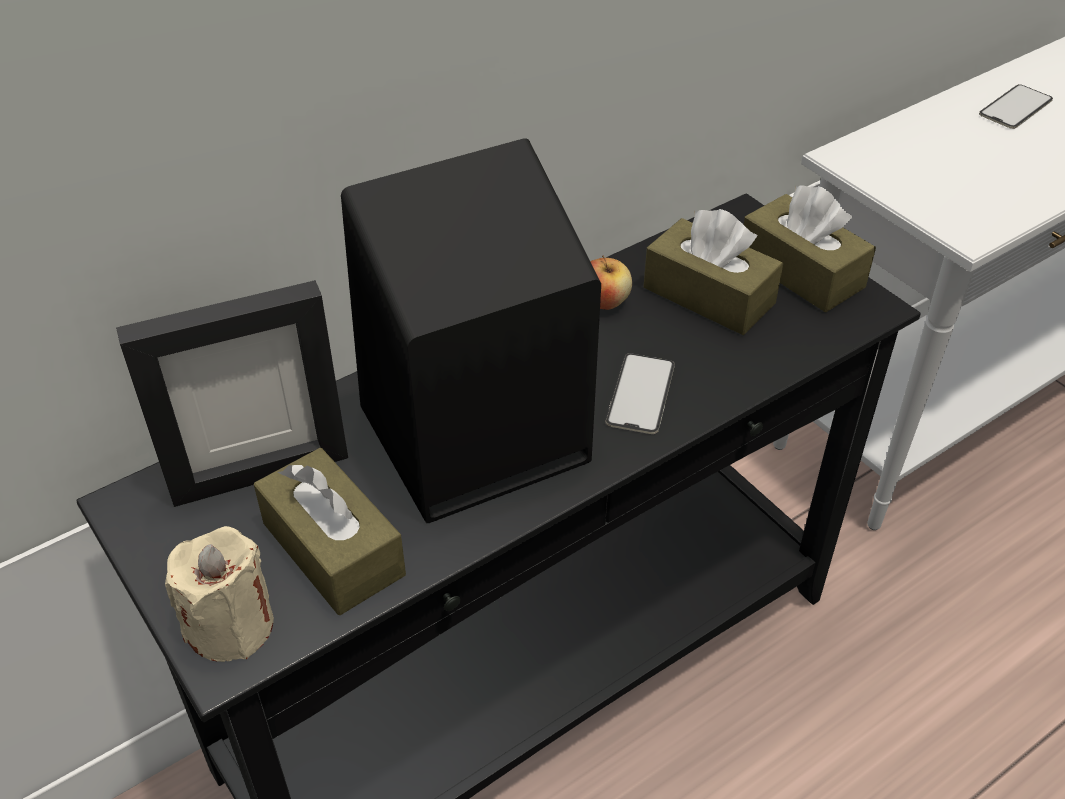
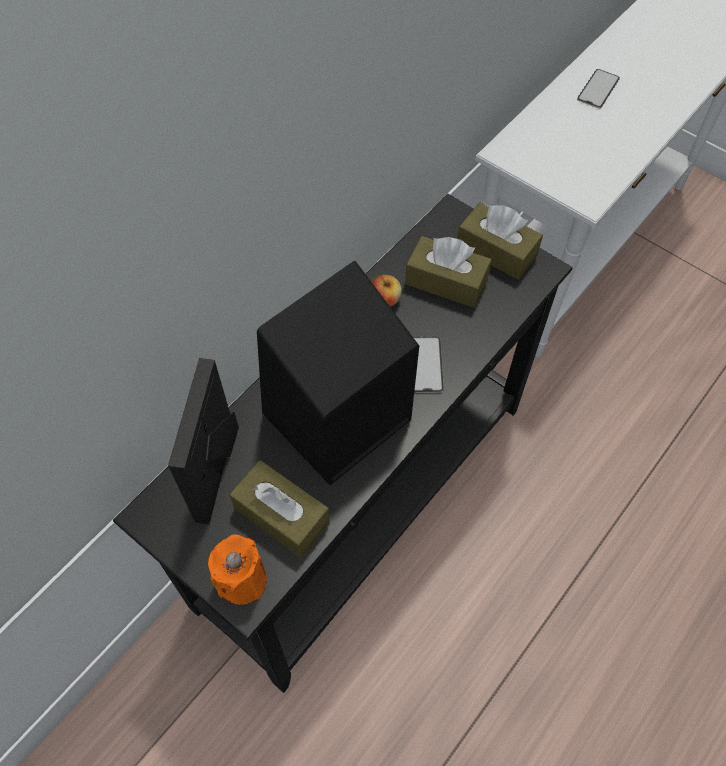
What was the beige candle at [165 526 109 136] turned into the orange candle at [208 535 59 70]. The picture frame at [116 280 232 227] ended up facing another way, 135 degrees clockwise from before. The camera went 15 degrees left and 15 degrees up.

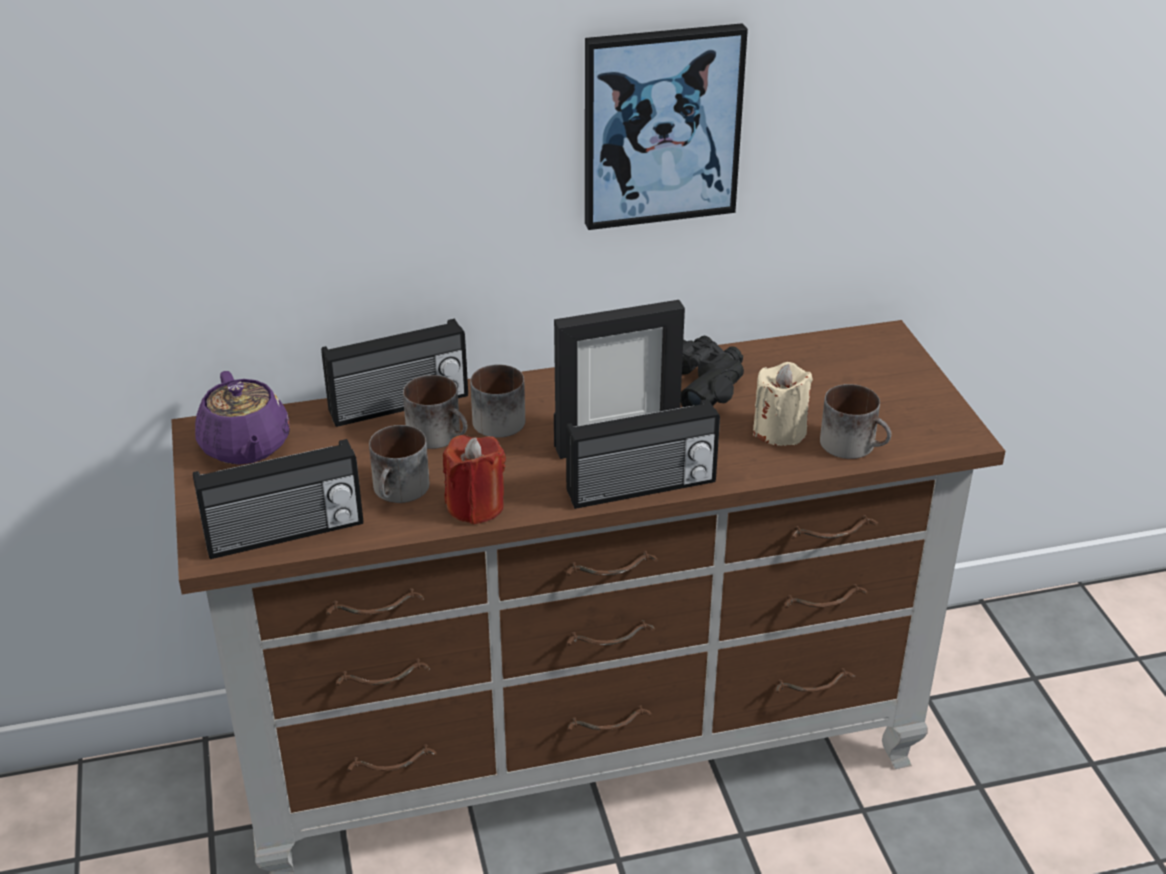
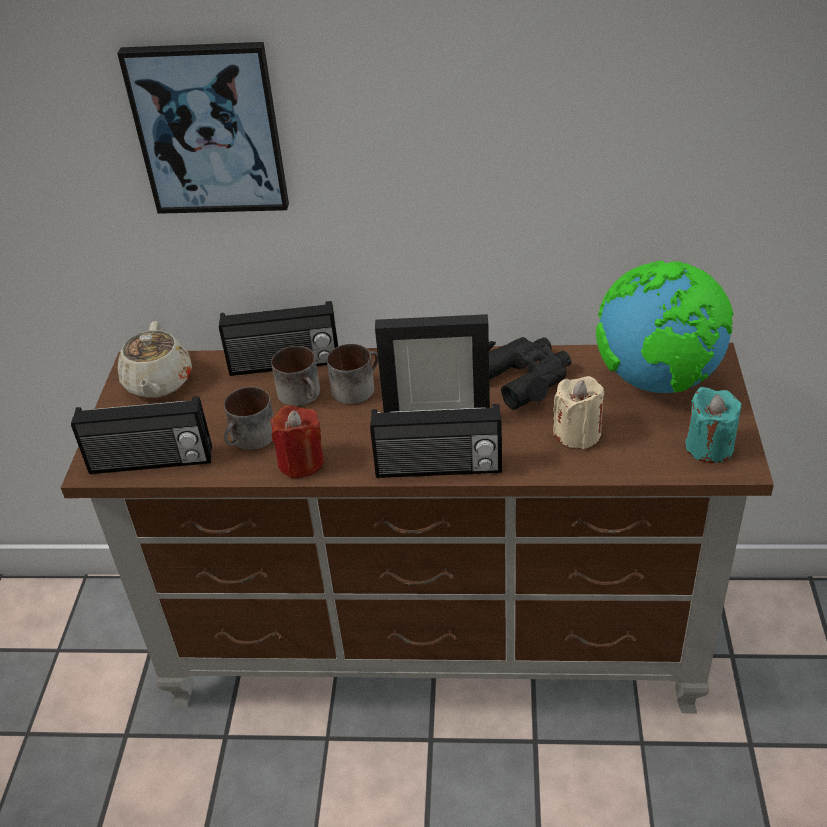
The second view lost the mug at [820 384 71 75]. The second view gained the globe at [596 261 137 132]. The second view gained the turquoise candle at [685 387 56 76]. The picture ended up elsewhere, having gone from [585 23 163 207] to [117 42 172 172]. What was the purple teapot at [195 371 95 94] turned into the beige teapot at [118 321 74 77]. The camera went 20 degrees right and 5 degrees up.

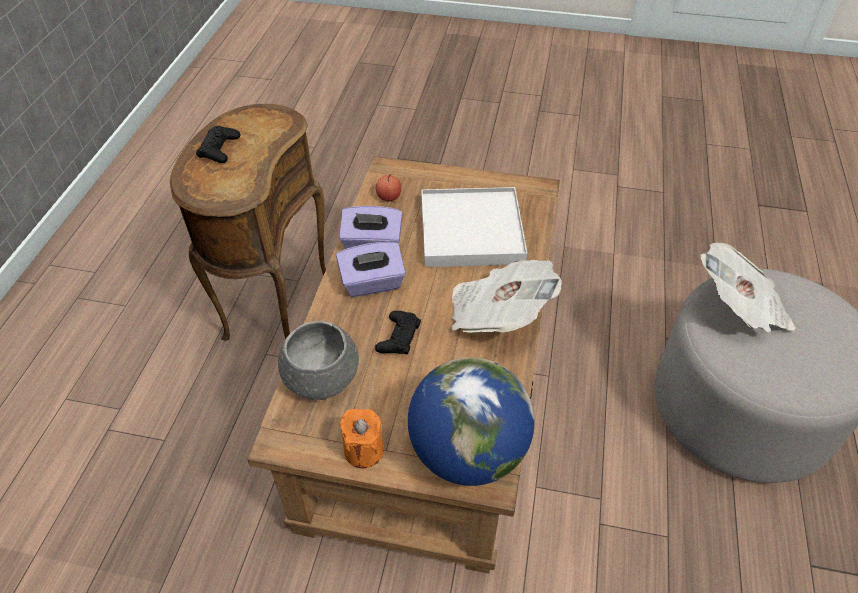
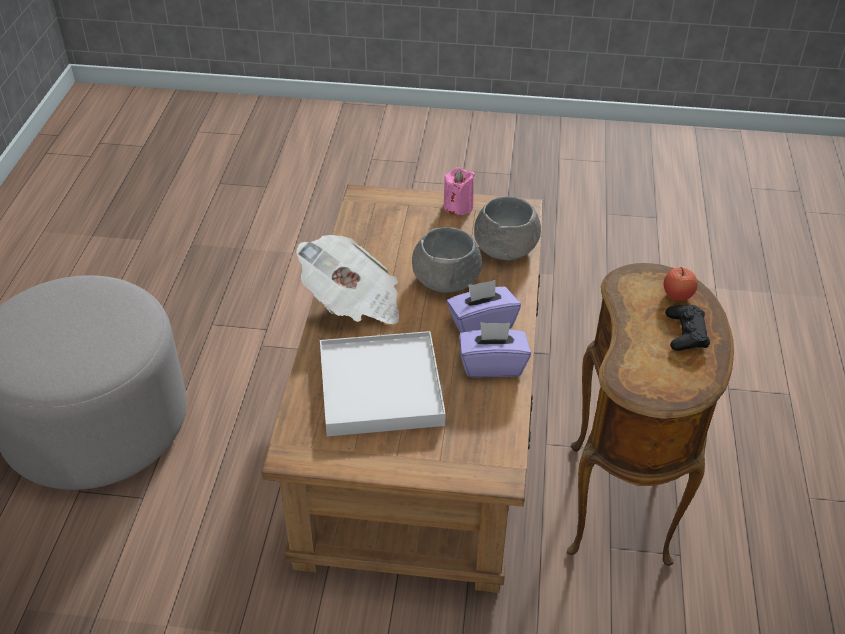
The second view lost the globe at [408 357 126 129]. The second view lost the newspaper at [700 243 96 89]. The apple ended up elsewhere, having gone from [376 174 25 27] to [664 267 34 34]. Where the black game controller stood at [375 311 46 44], the grey bowl came to stand at [412 227 70 66]. What was the orange candle at [339 409 45 59] turned into the pink candle at [444 167 31 48]. The camera went 175 degrees right and 5 degrees down.

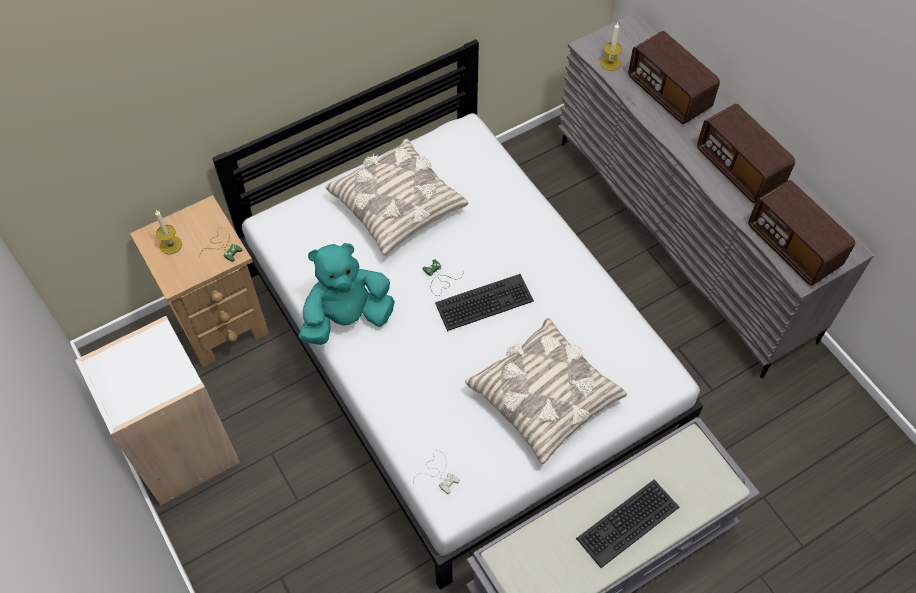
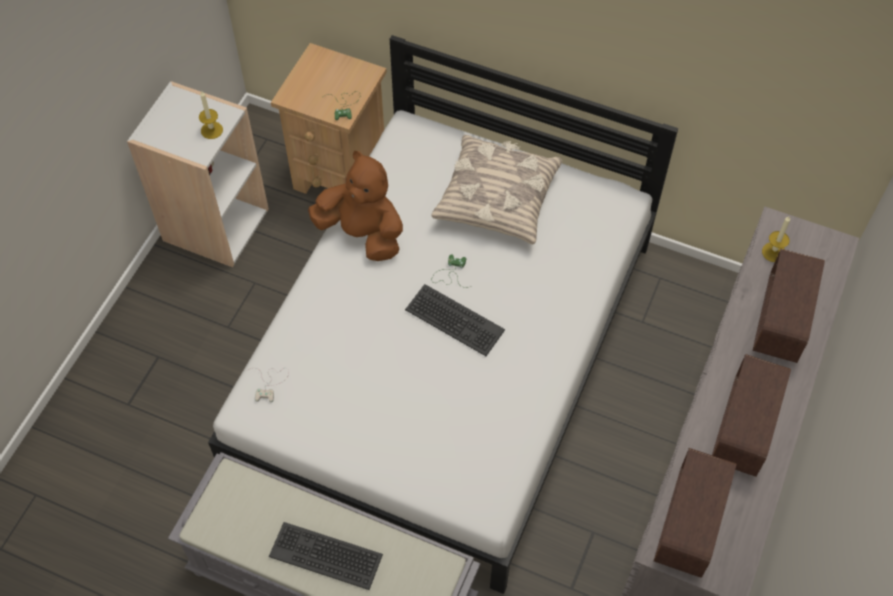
The second view lost the beige pillow at [465 318 162 146]. The candle ended up elsewhere, having gone from [155 210 27 44] to [199 91 24 48]. What was the turquoise plush toy at [299 243 96 102] turned into the brown plush toy at [308 151 95 110]. The camera went 55 degrees right and 0 degrees up.

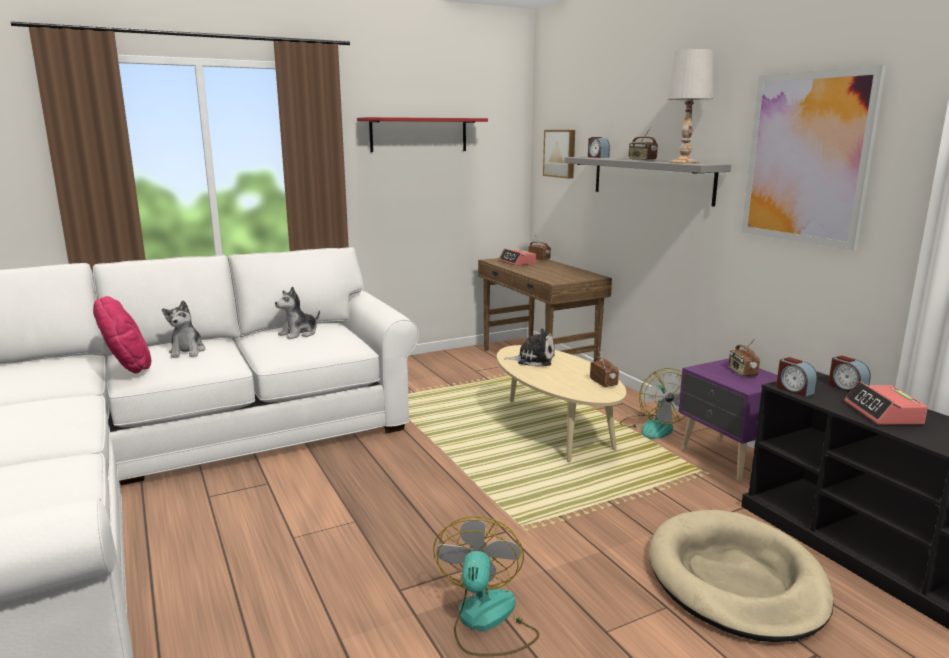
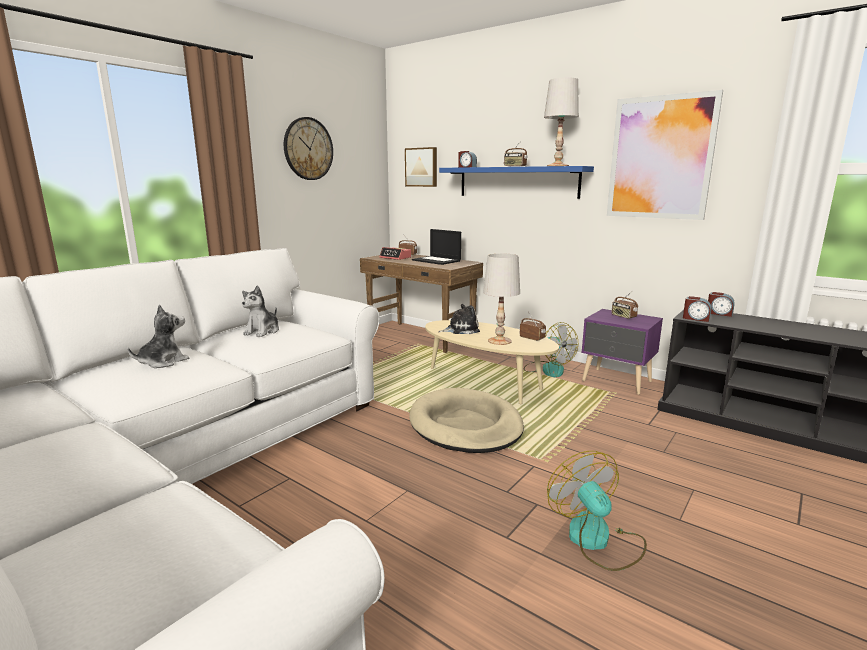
The second view lost the pink pillow at [93 296 58 77]. The second view lost the alarm clock at [844 381 84 44]. The second view gained the laptop at [412 229 49 36]. The second view gained the white table lamp at [483 253 37 92]. The beige dog bed ended up elsewhere, having gone from [649 510 185 132] to [409 388 115 65]. Where the red shelf hung at [357 117 131 35], the wall clock came to hang at [284 117 49 63]. What was the grey shelf at [564 157 167 50] turned into the blue shelf at [439 166 155 33]. The plush toy at [162 300 43 58] ended up facing another way, 105 degrees counterclockwise from before. The camera went 25 degrees left and 0 degrees up.

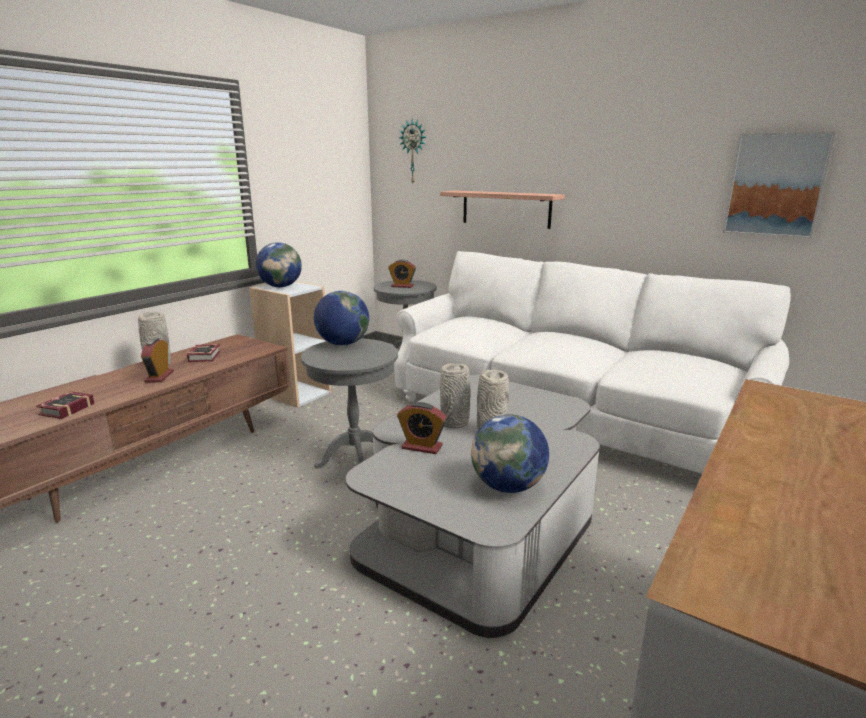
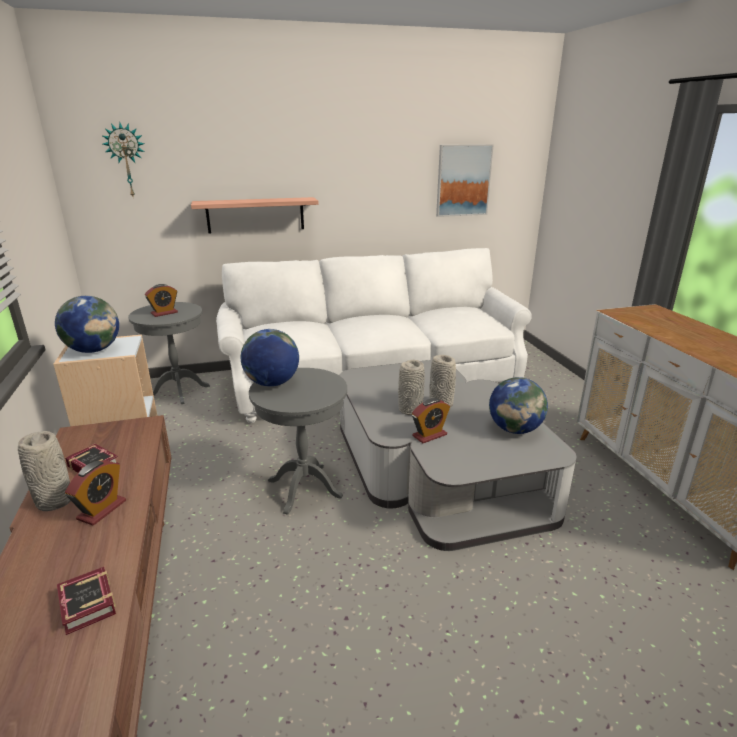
The alarm clock at [141 338 33 44] ended up facing another way, 105 degrees counterclockwise from before. The camera went 50 degrees left and 5 degrees up.

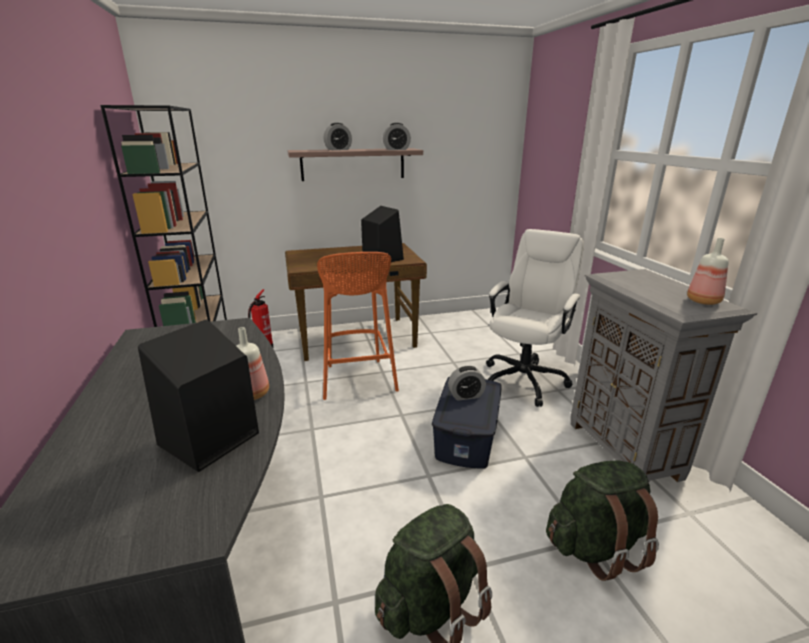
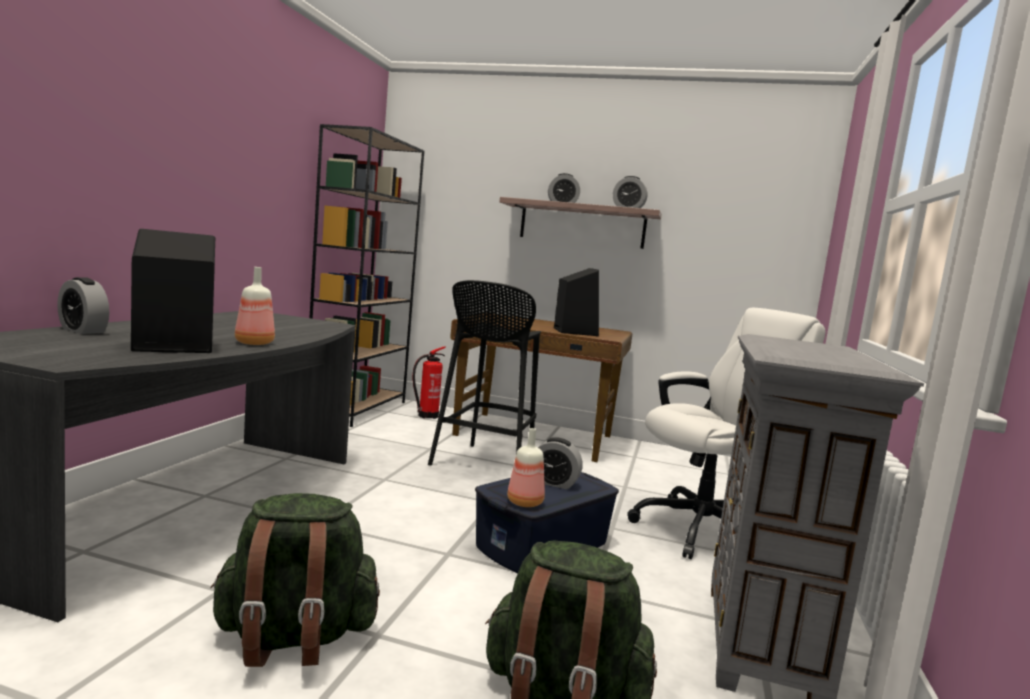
The second view gained the alarm clock at [57 277 52 57]. The bottle ended up elsewhere, having gone from [687 238 42 67] to [507 428 38 79]. What was the orange stool at [317 252 82 148] turned into the black stool at [428 280 113 186]. The camera went 30 degrees right and 15 degrees down.

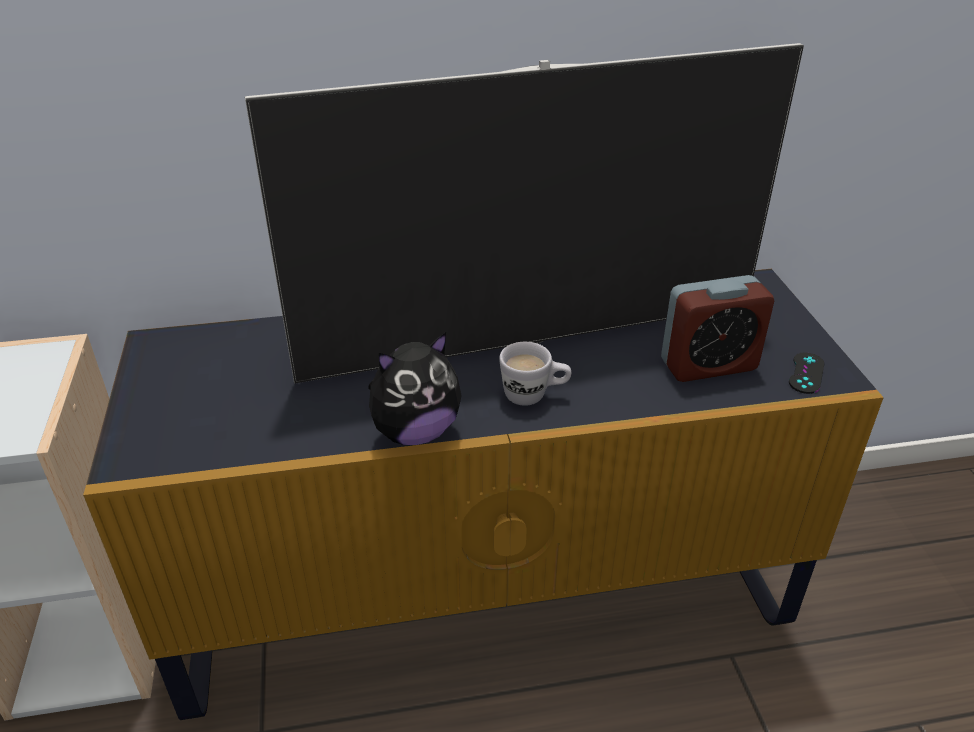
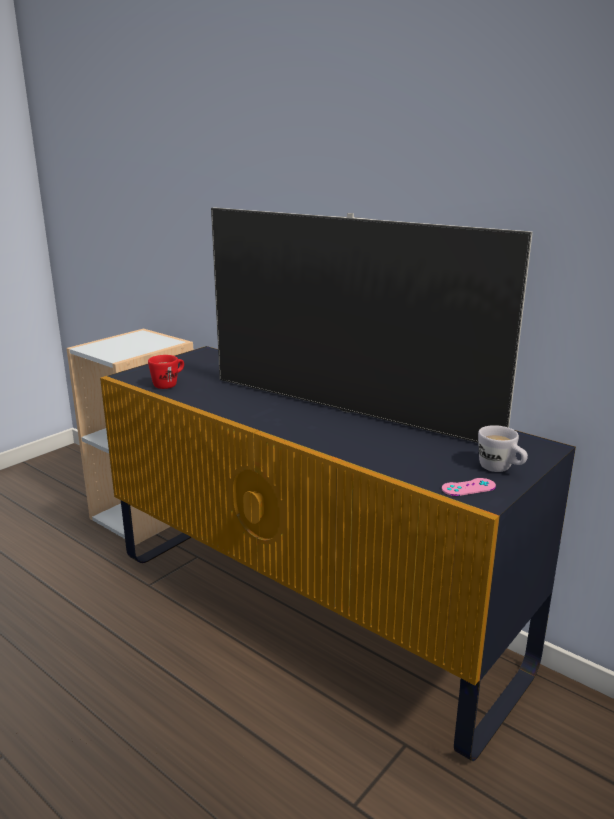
The second view lost the plush toy at [368 332 94 113]. The second view lost the alarm clock at [661 275 113 107]. The second view gained the red mug at [148 355 36 34]. The white mug ended up elsewhere, having gone from [499 342 72 64] to [478 425 50 47]. What was the black game controller at [789 352 35 42] turned into the pink game controller at [442 478 54 18]. The camera went 50 degrees right and 15 degrees down.

